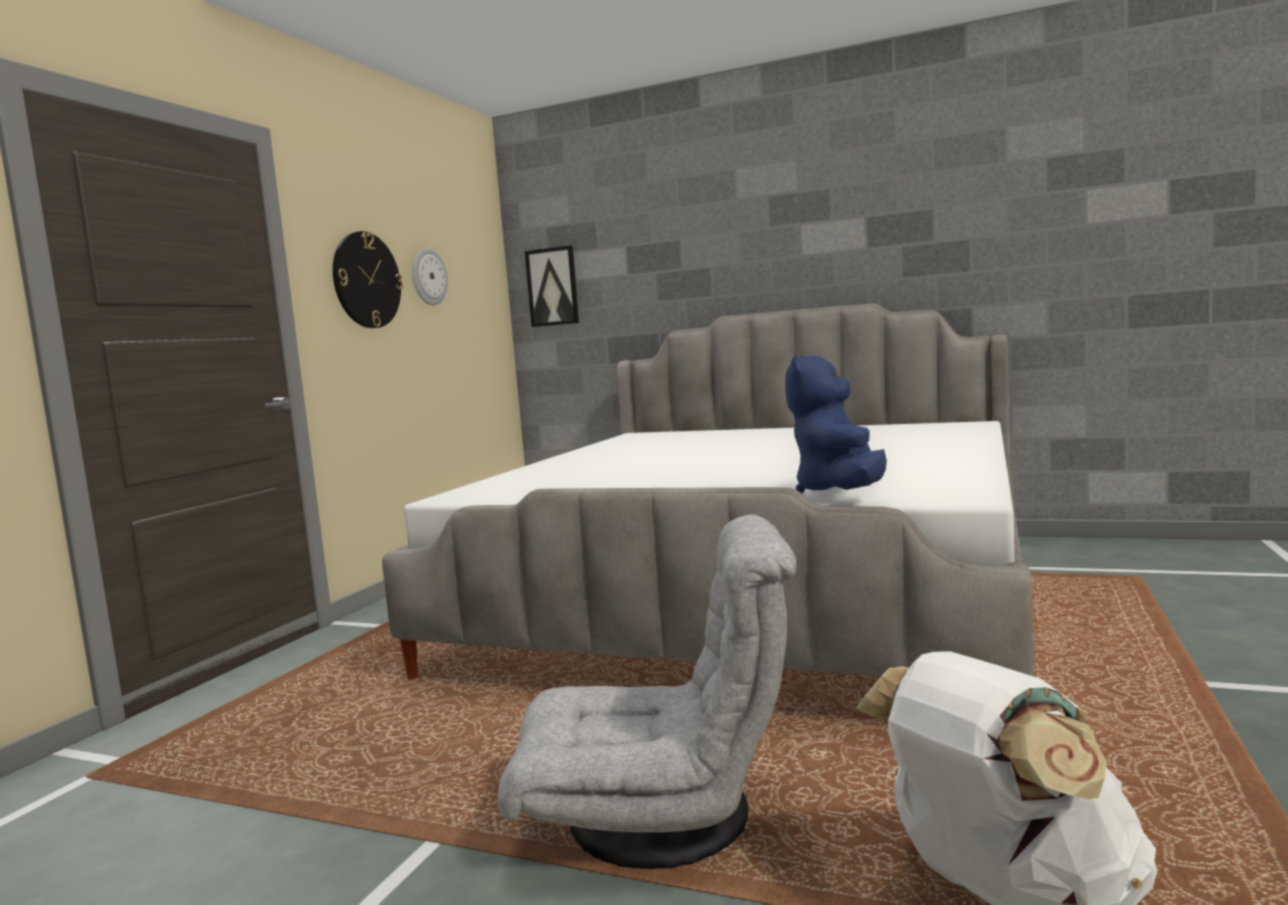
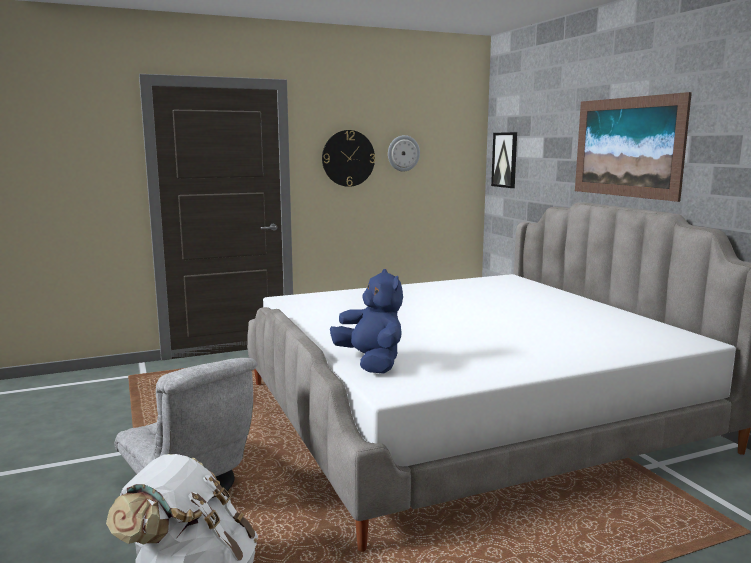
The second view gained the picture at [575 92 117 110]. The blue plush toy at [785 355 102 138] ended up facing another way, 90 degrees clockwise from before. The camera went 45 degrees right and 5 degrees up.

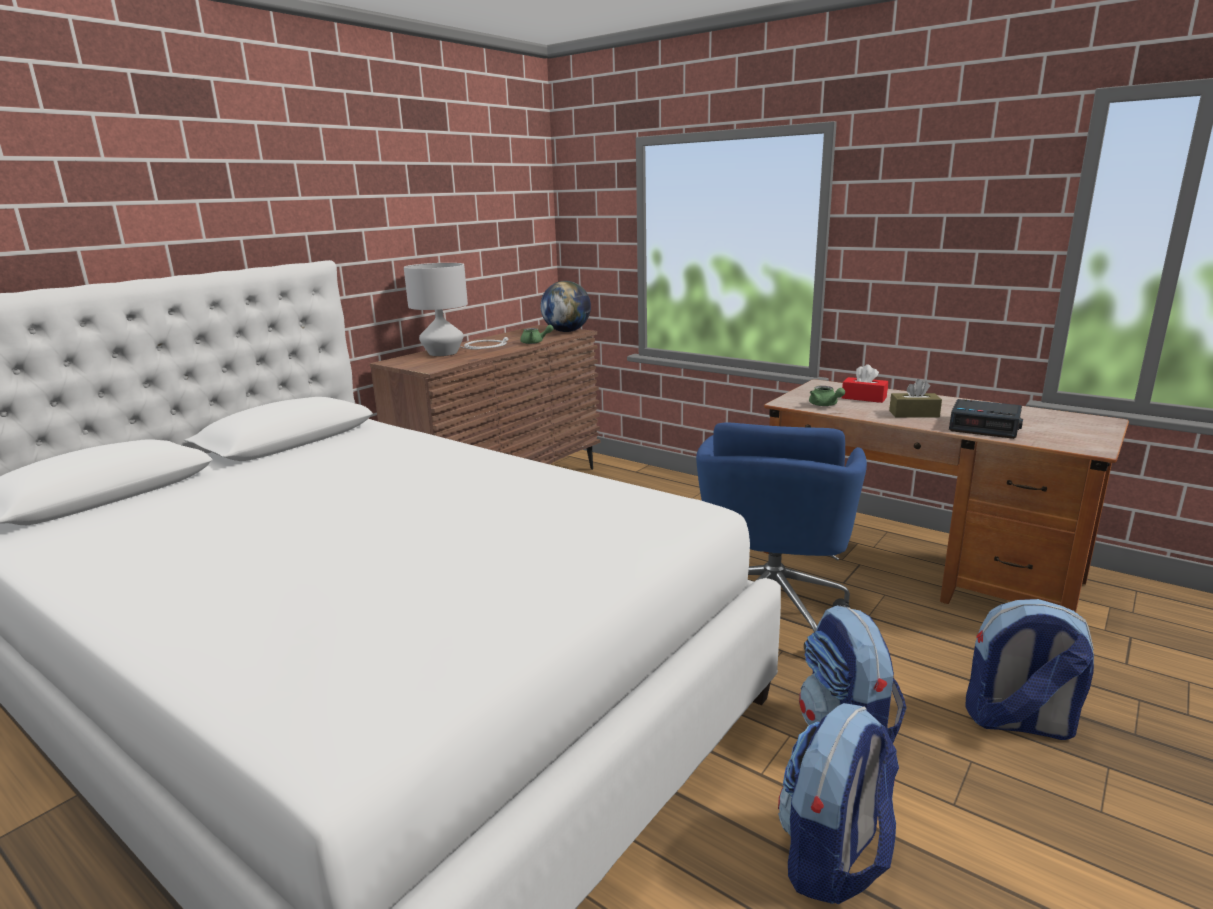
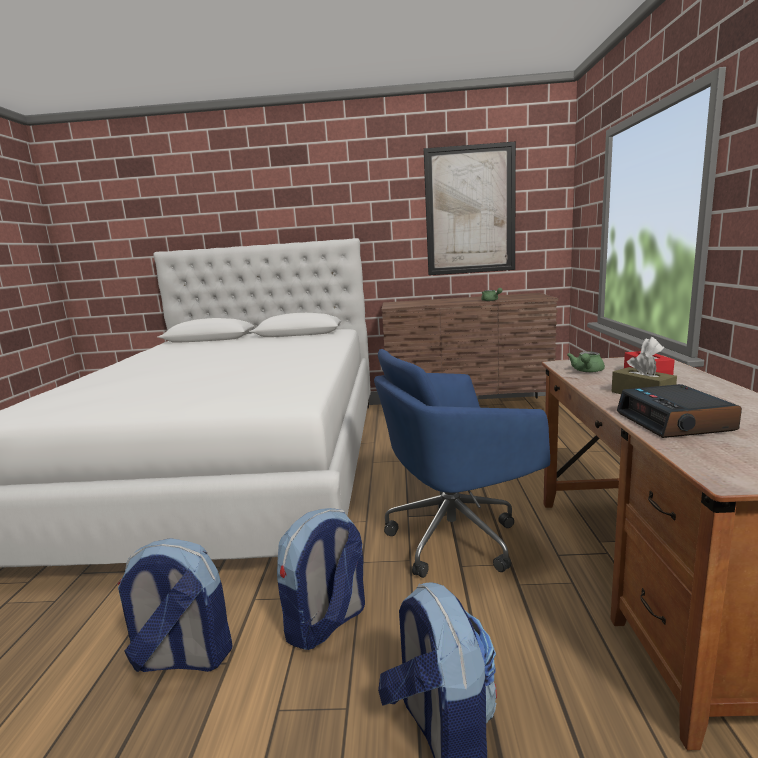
The second view lost the grey table lamp at [404 263 104 93]. The second view lost the globe at [540 281 51 51]. The second view gained the picture at [424 141 92 134]. The camera went 55 degrees right and 5 degrees down.

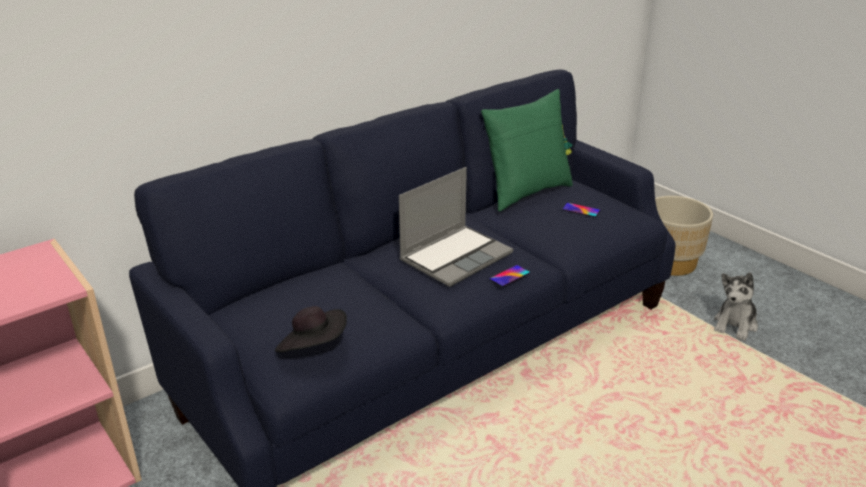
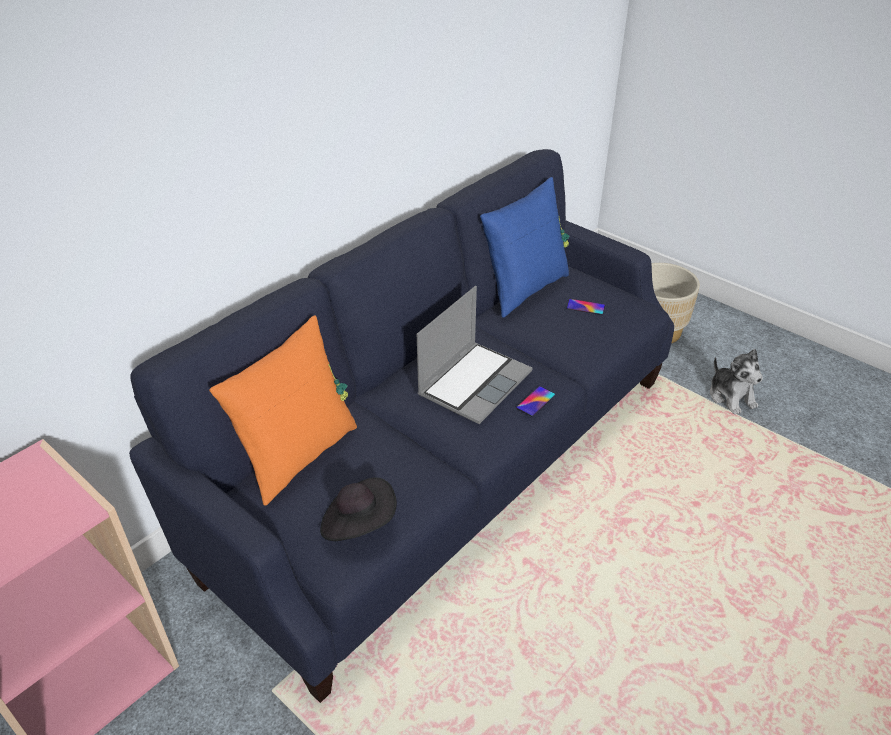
The second view gained the orange pillow at [209 315 148 191]. What was the green pillow at [481 89 92 122] turned into the blue pillow at [480 177 89 141]. The plush toy at [714 272 44 69] ended up facing another way, 45 degrees counterclockwise from before. The camera went 10 degrees left and 10 degrees up.

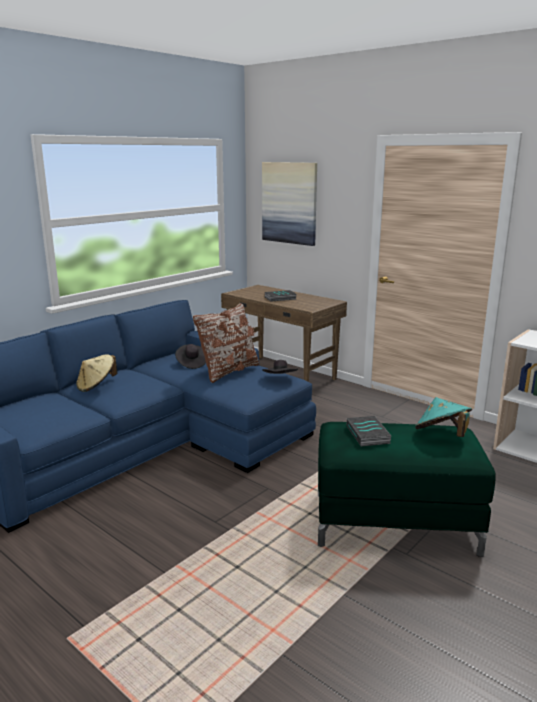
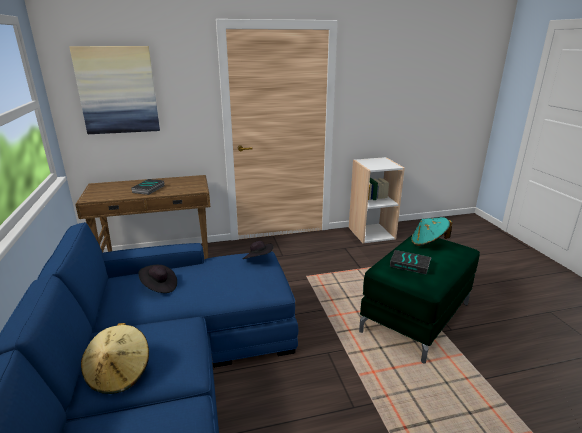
The second view lost the brown pillow at [193 303 66 80]. The camera went 55 degrees left and 5 degrees up.

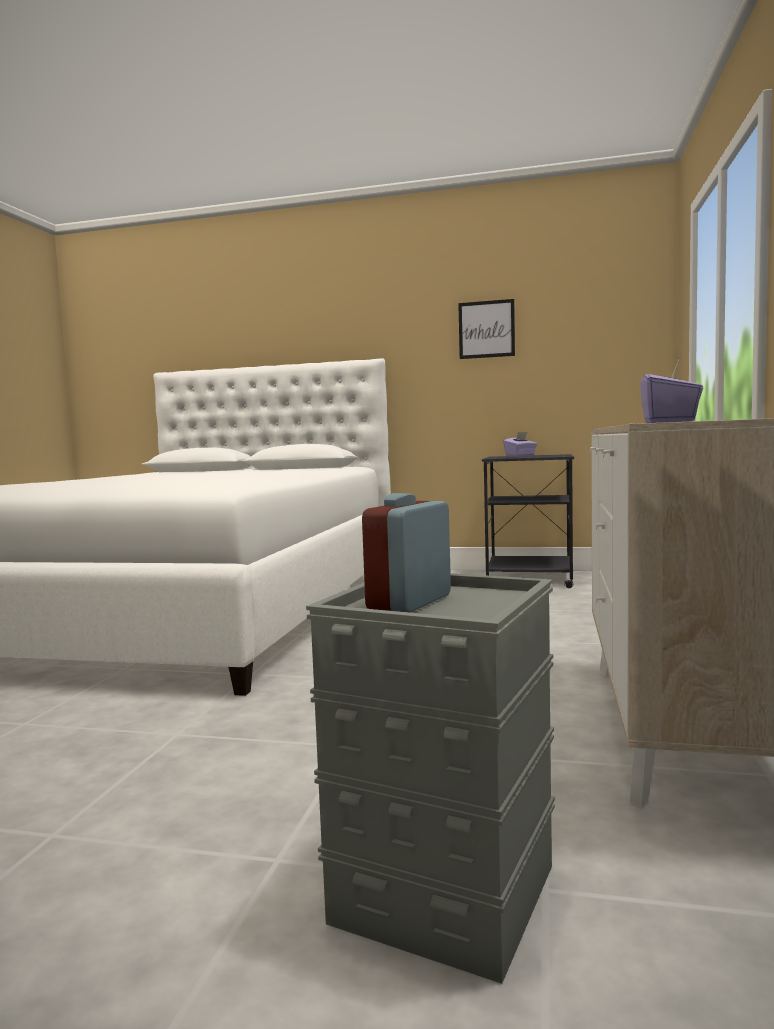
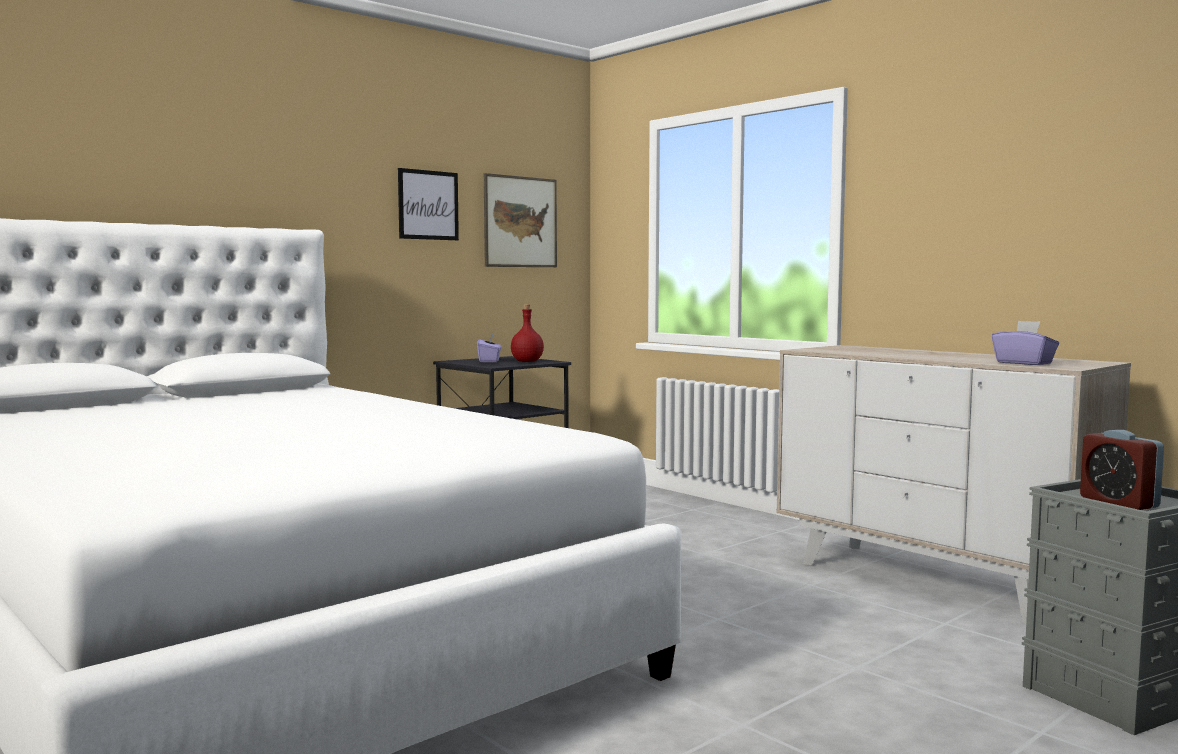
The second view gained the picture at [484 173 73 94]. The second view gained the red bottle at [511 305 33 57]. The camera went 55 degrees left and 0 degrees up.

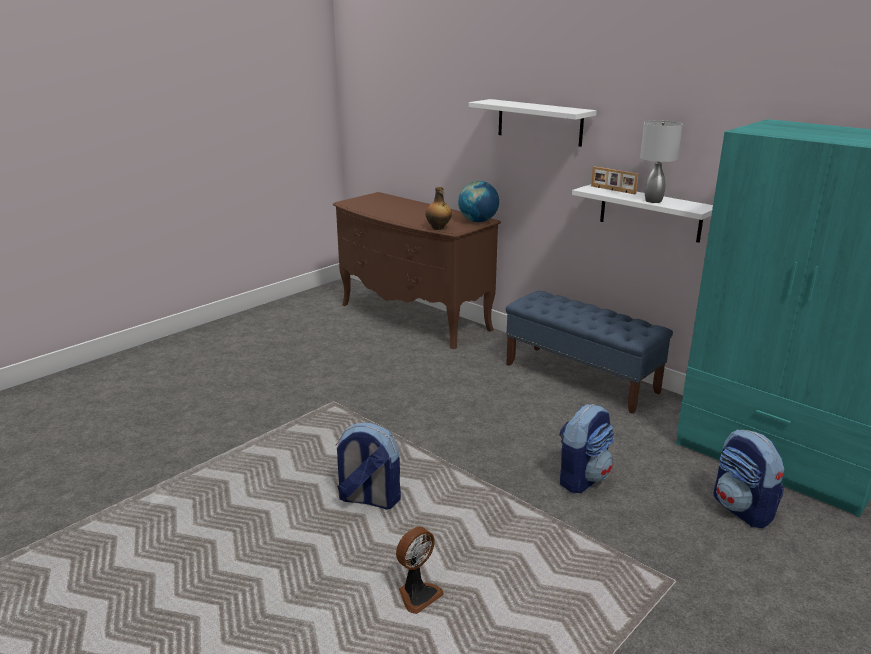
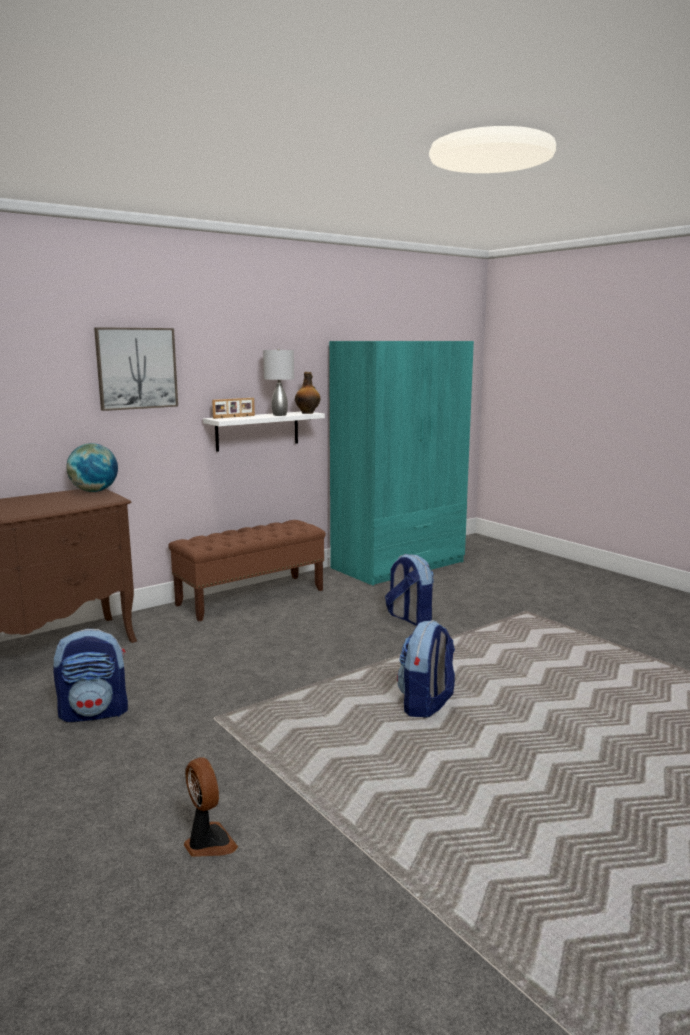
The fan ended up elsewhere, having gone from [396 527 48 87] to [184 757 54 100]. The bottle ended up elsewhere, having gone from [426 186 26 44] to [295 372 26 42]. The backpack ended up elsewhere, having gone from [713 429 71 99] to [53 628 75 94]. Where the white shelf hung at [469 99 128 48], the picture came to hang at [94 327 84 84]. What was the blue bench at [506 291 167 123] turned into the brown bench at [168 520 158 101]. The camera went 80 degrees left and 10 degrees down.

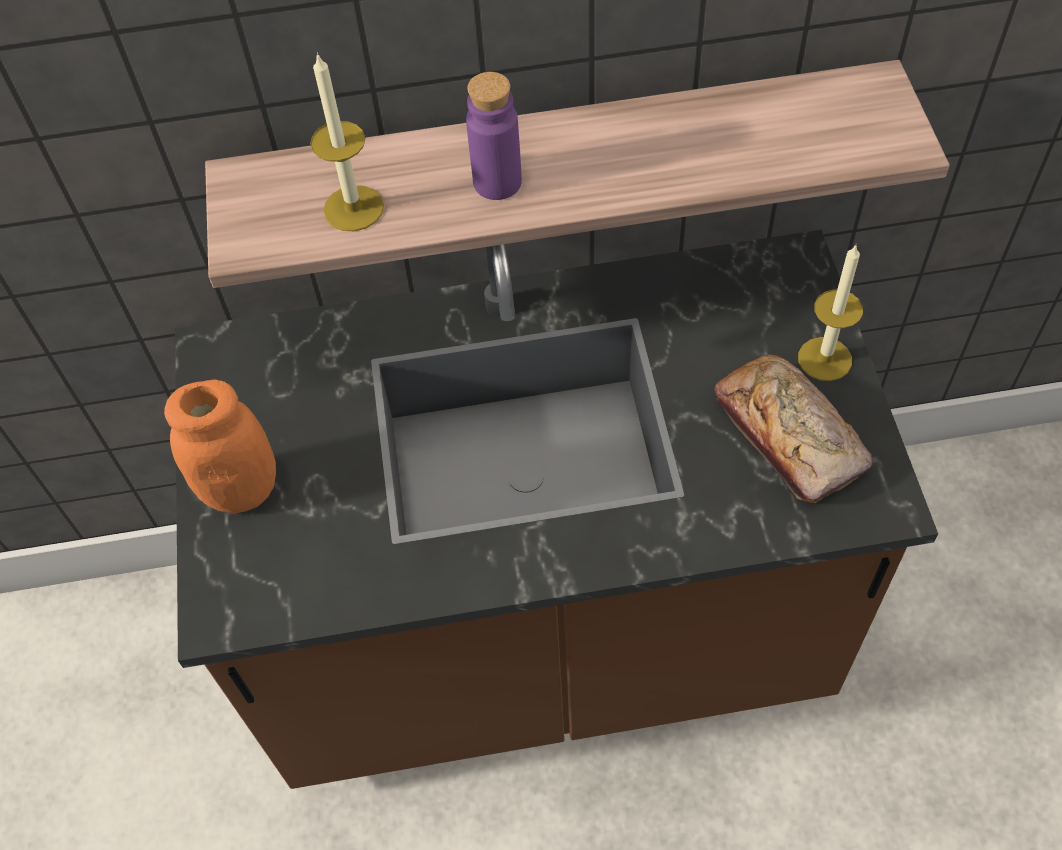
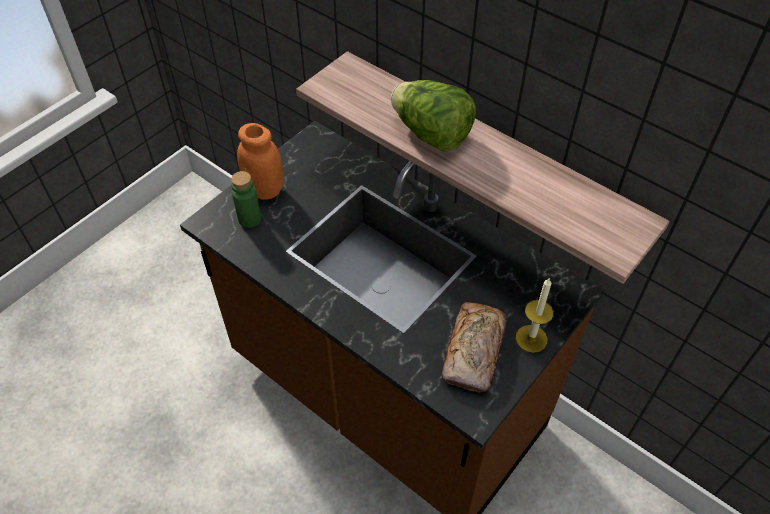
The second view lost the candle at [310 53 74 178]. The second view gained the green bottle at [231 171 30 57]. Where the purple bottle stood at [466 72 56 128], the lettuce came to stand at [391 80 85 72]. The camera went 45 degrees right and 5 degrees down.

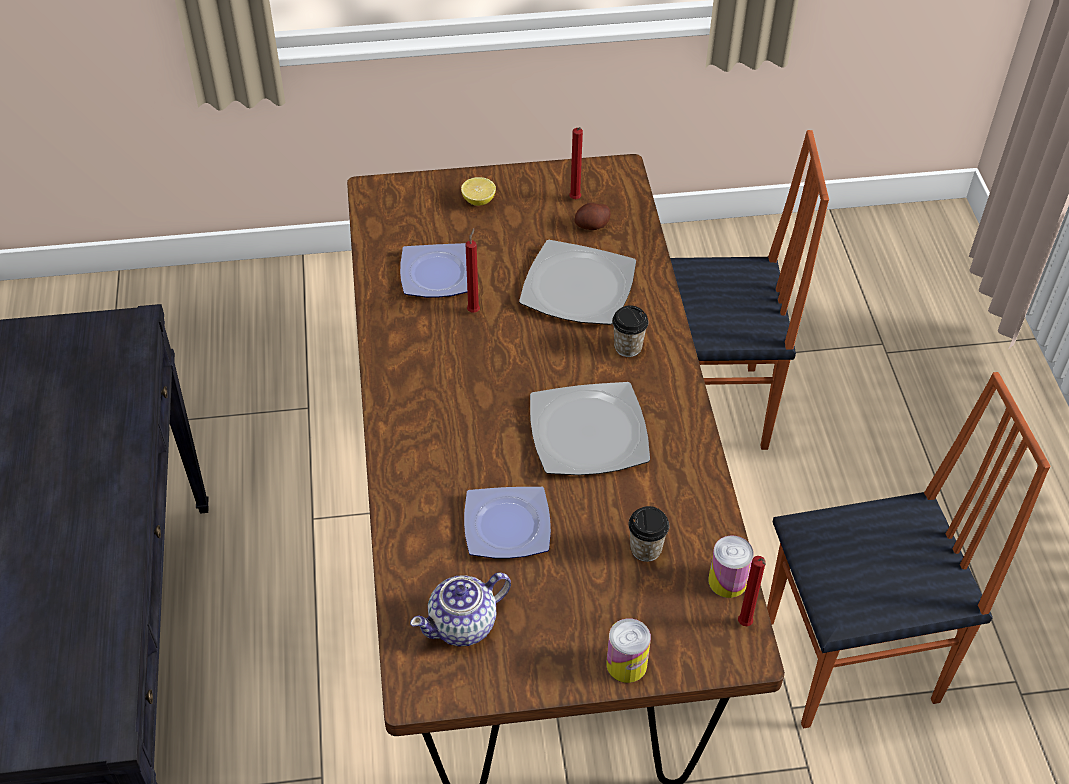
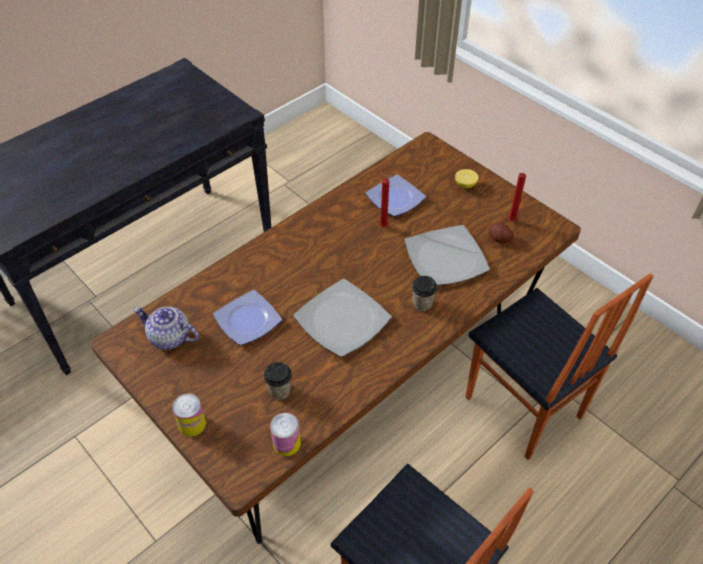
The second view lost the red candle at [738 556 28 70]. The camera went 55 degrees right and 0 degrees up.

